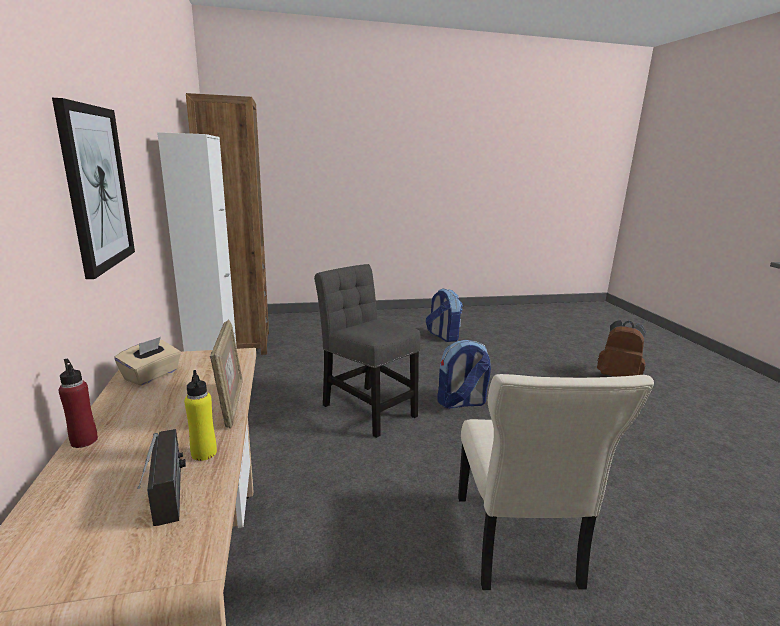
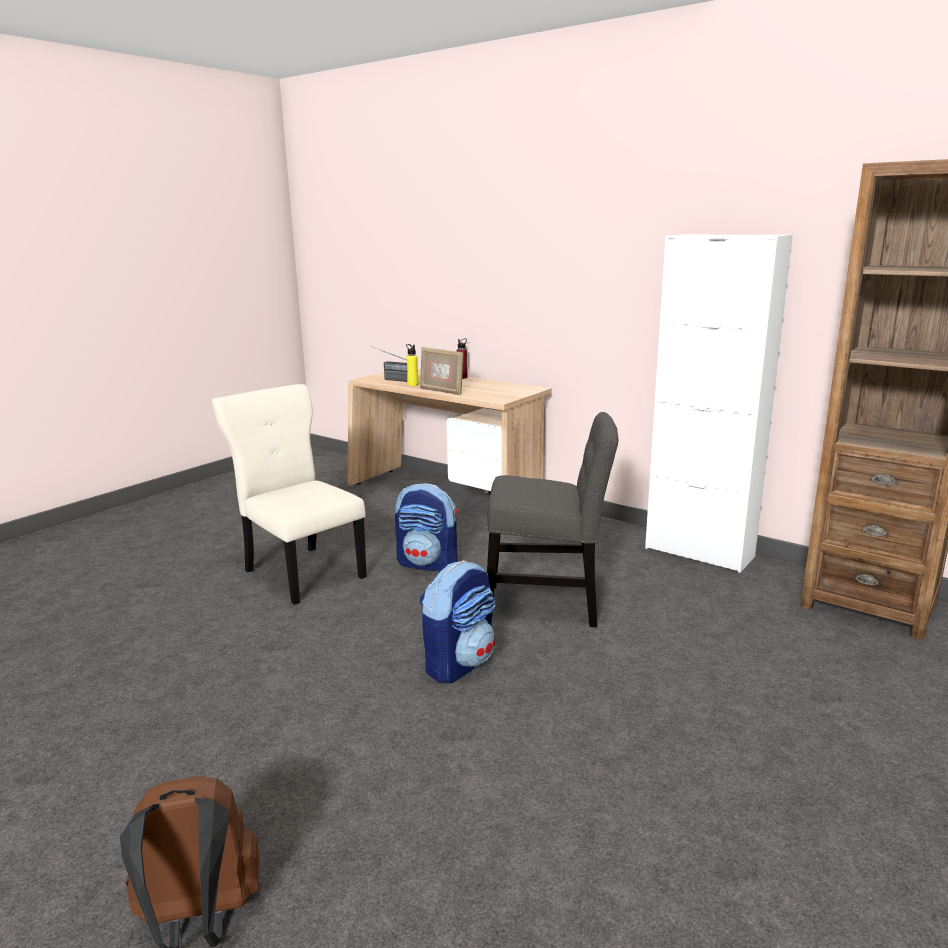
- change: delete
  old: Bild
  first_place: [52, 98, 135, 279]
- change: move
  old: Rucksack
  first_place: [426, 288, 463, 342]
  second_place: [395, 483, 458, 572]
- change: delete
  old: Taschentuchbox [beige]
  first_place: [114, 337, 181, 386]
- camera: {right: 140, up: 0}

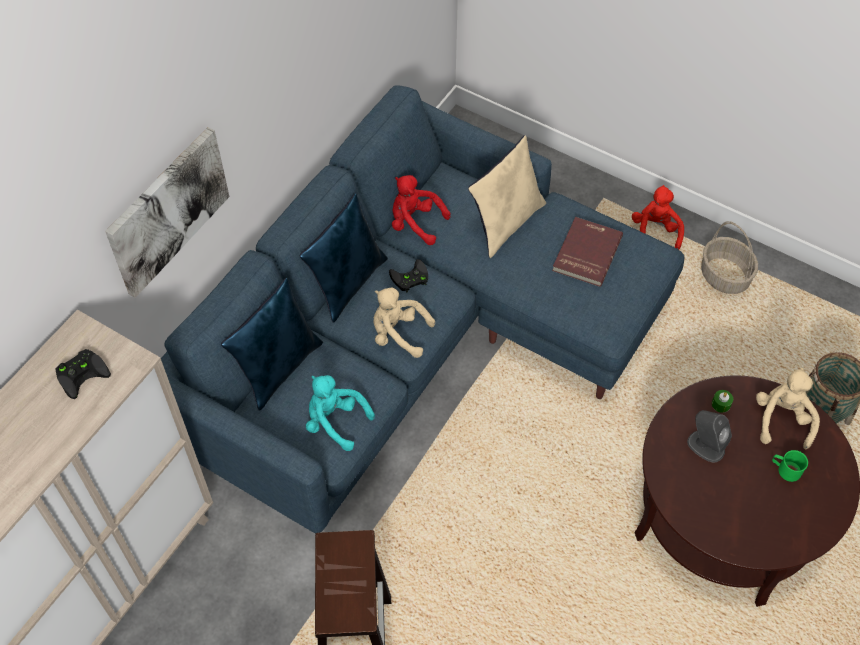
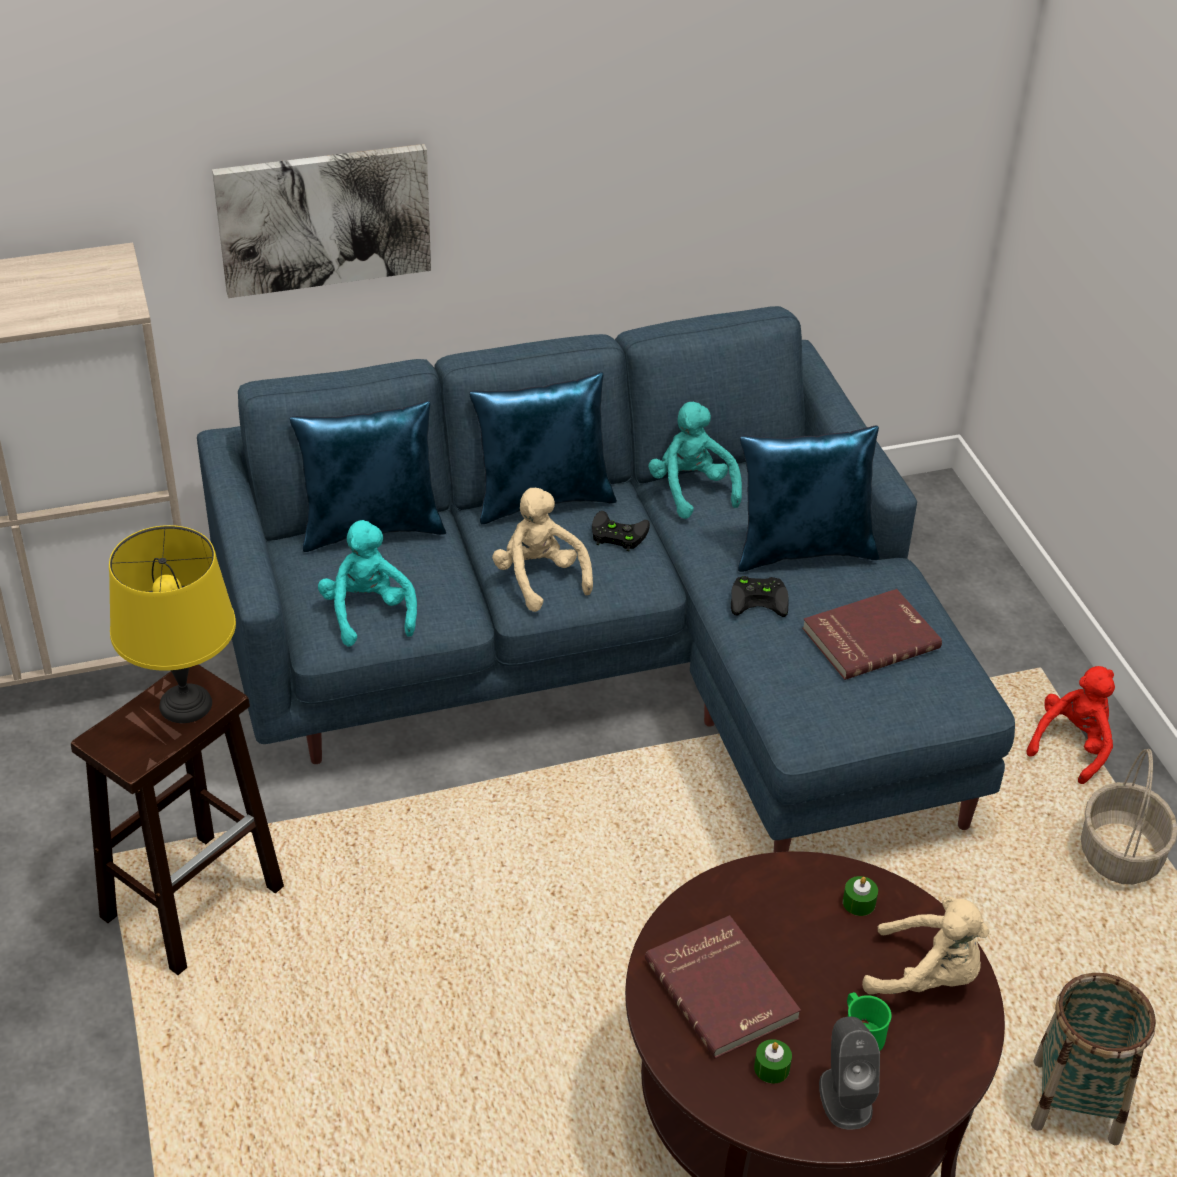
- change: recolor
  old: Kissen [beige]
  new: Kissen [blau]
  first_place: [468, 135, 546, 258]
  second_place: [738, 425, 880, 572]
- change: recolor
  old: Plüschtier [rot]
  new: Plüschtier [türkis]
  first_place: [392, 175, 451, 245]
  second_place: [648, 402, 742, 519]
- change: move
  old: Gamepad [schwarz]
  first_place: [56, 349, 111, 399]
  second_place: [731, 576, 789, 617]
- change: rotate
  old: Plüschtier [beige]
  first_place: [756, 367, 820, 449]
  second_place: [862, 897, 989, 994]
  degrees: 60
- change: move
  old: Lautsprecher [grau]
  first_place: [687, 410, 732, 462]
  second_place: [819, 1017, 880, 1130]
- change: insert
  new: Tischlampe [gelb]
  second_place: [109, 525, 236, 723]
- change: insert
  new: Buch [rot]
  second_place: [645, 915, 801, 1059]
- change: insert
  new: Kerze [grün]
  second_place: [754, 1039, 792, 1084]
- camera: {right: 40, up: -15}

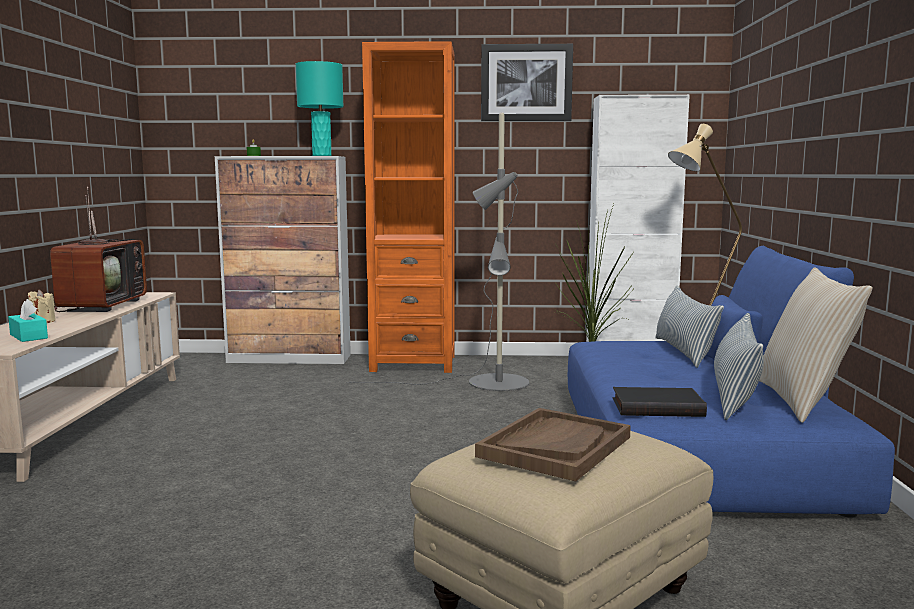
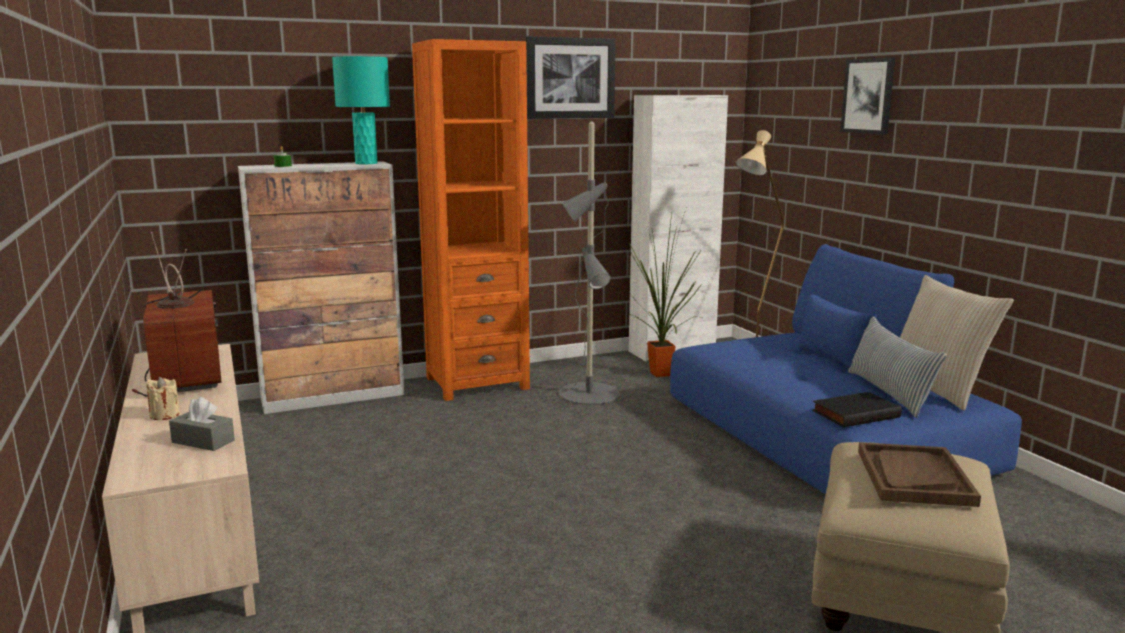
- change: delete
  old: Kissen
  first_place: [655, 286, 724, 368]
- change: recolor
  old: Taschentuchbox [türkis]
  new: Taschentuchbox [grau]
  first_place: [8, 299, 48, 342]
  second_place: [169, 397, 235, 451]
- change: insert
  new: Bild
  second_place: [840, 57, 895, 135]
- camera: {right: -25, up: 5}

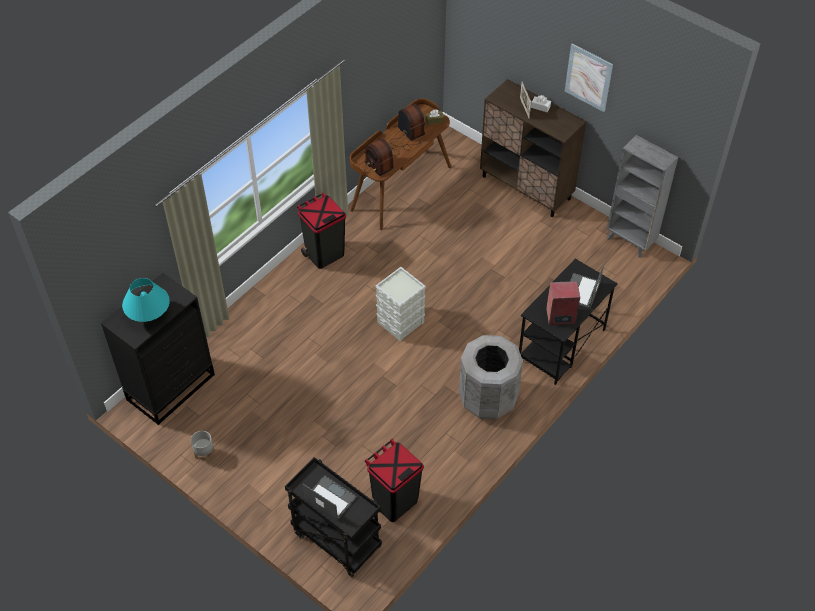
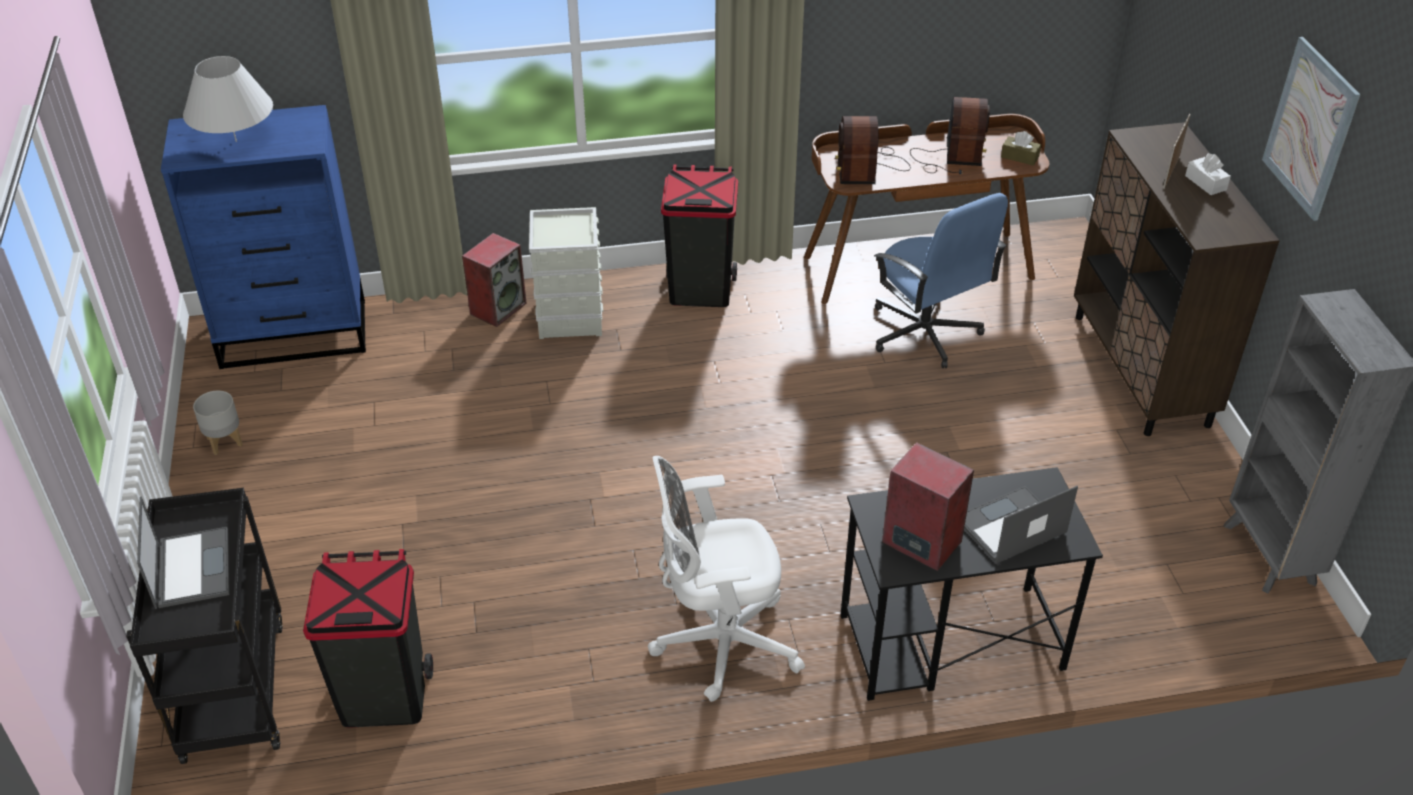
- change: move
  old: Aufbewahrungsbox [grau]
  first_place: [376, 267, 426, 342]
  second_place: [529, 207, 603, 339]
- change: recolor
  old: Kommode [schwarz]
  new: Kommode [blau]
  first_place: [101, 273, 215, 425]
  second_place: [161, 105, 366, 369]
- change: recolor
  old: Tischlampe [türkis]
  new: Tischlampe [weiß]
  first_place: [122, 278, 170, 322]
  second_place: [183, 56, 273, 142]
- change: replace
  old: Mülleimer [grau]
  new: Bürostuhl [weiß]
  first_place: [459, 335, 523, 420]
  second_place: [648, 456, 805, 702]
- change: insert
  new: Bürostuhl [blau]
  second_place: [874, 193, 1008, 368]
- change: insert
  new: Lautsprecher
  second_place: [462, 233, 526, 327]
- camera: {right: 40, up: -10}

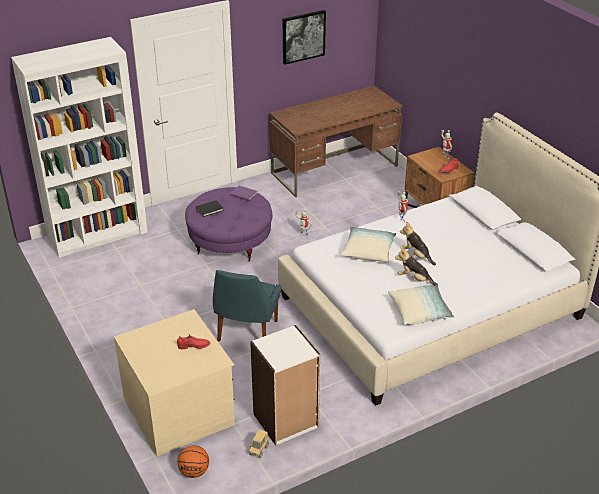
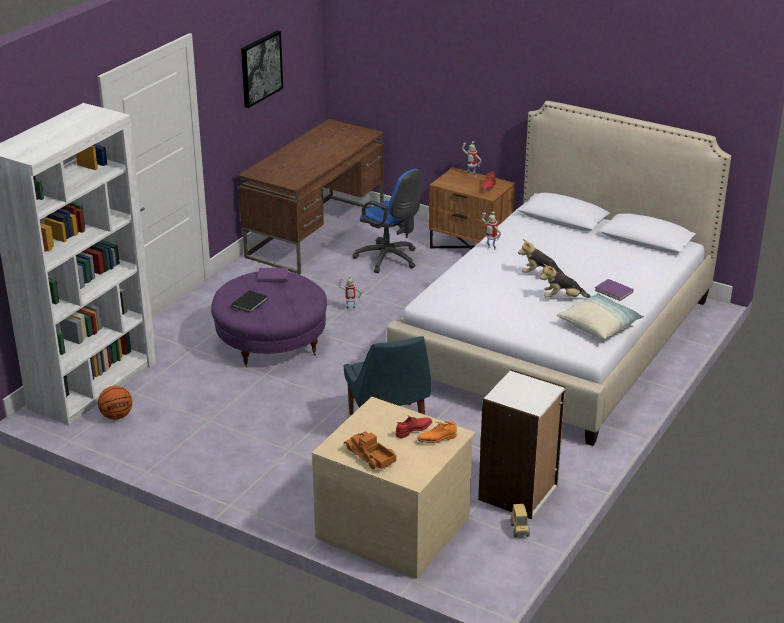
- change: delete
  old: Kissen
  first_place: [340, 227, 396, 262]
- change: move
  old: Basketball
  first_place: [177, 445, 209, 478]
  second_place: [98, 386, 132, 420]
- change: insert
  new: Bürostuhl [blau]
  second_place: [352, 169, 421, 273]
- change: insert
  new: Buch [lila]
  second_place: [594, 279, 634, 301]
- change: insert
  new: Schuh [orange]
  second_place: [417, 421, 457, 443]
- change: insert
  new: Spielzeuglaster
  second_place: [344, 431, 396, 469]
- camera: {right: -30, up: -5}

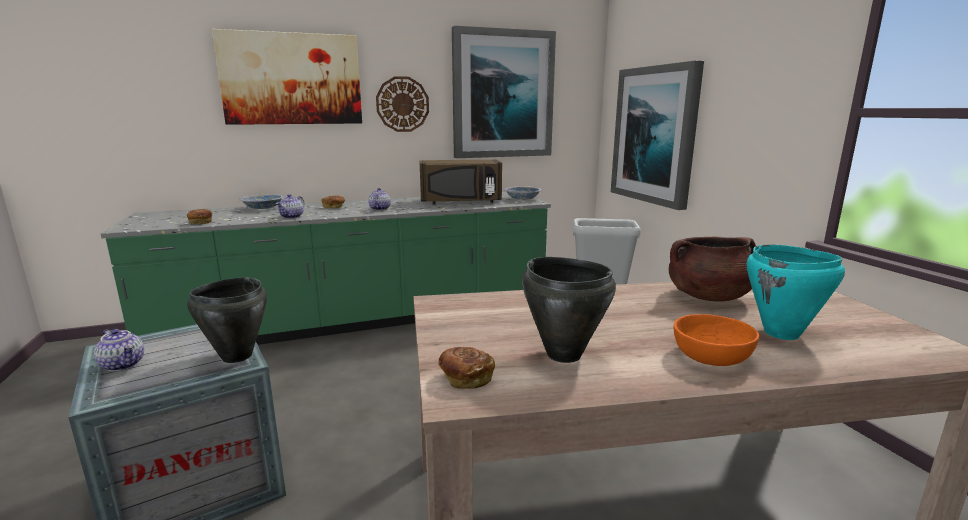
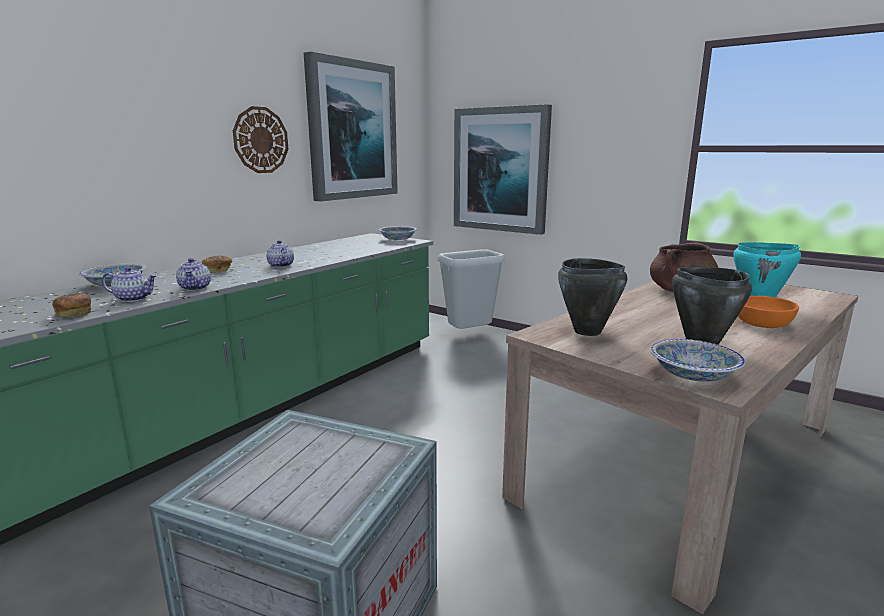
- change: delete
  old: Bild
  first_place: [212, 29, 362, 125]
- change: delete
  old: Mikrowelle [braun]
  first_place: [420, 159, 502, 204]
- change: move
  old: Kochtopf [schwarz]
  first_place: [187, 277, 267, 363]
  second_place: [558, 258, 627, 336]
- change: move
  old: Teekanne
  first_place: [94, 329, 144, 371]
  second_place: [102, 267, 157, 302]
- change: replace
  old: Brot
  new: Schüssel
  first_place: [438, 347, 495, 389]
  second_place: [650, 339, 746, 382]
- camera: {right: -35, up: 0}

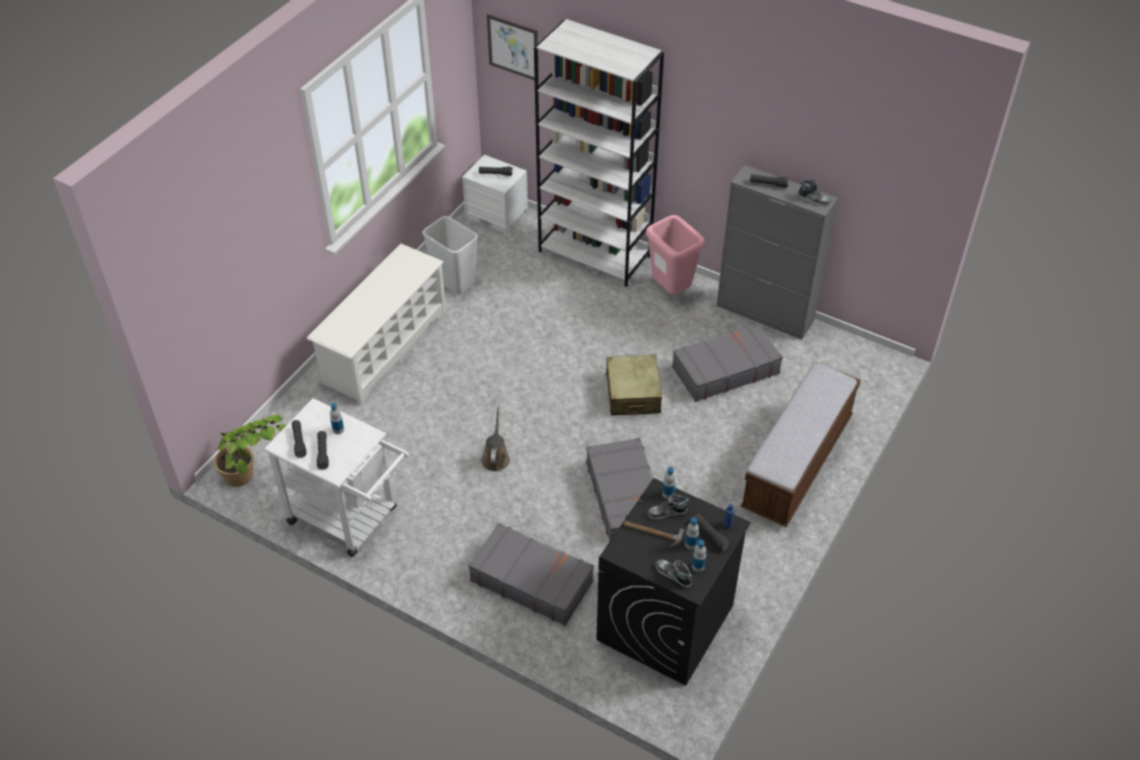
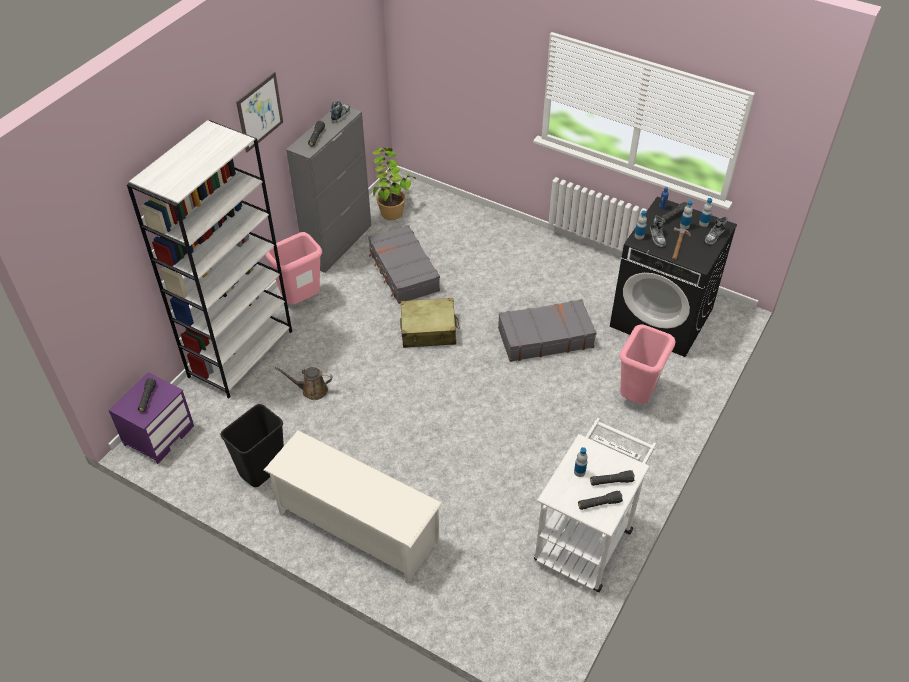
- change: move
  old: Bild
  first_place: [487, 14, 539, 81]
  second_place: [236, 72, 283, 152]
- change: recolor
  old: Nachttisch [weiß]
  new: Nachttisch [lila]
  first_place: [462, 155, 528, 234]
  second_place: [109, 372, 194, 464]
- change: recolor
  old: Mülleimer [weiß]
  new: Mülleimer [schwarz]
  first_place: [423, 216, 478, 294]
  second_place: [220, 404, 284, 487]
- change: delete
  old: Bank
  first_place: [741, 362, 861, 527]
- change: move
  old: Gießkanne [braun]
  first_place: [482, 406, 510, 472]
  second_place: [275, 367, 333, 400]
- change: move
  old: Topfpflanze
  first_place: [214, 414, 286, 487]
  second_place: [372, 147, 416, 220]
- change: replace
  old: Koffer [grau]
  new: Mülleimer [rosa]
  first_place: [468, 523, 594, 626]
  second_place: [619, 324, 675, 404]
- camera: {right: -90, up: 0}

